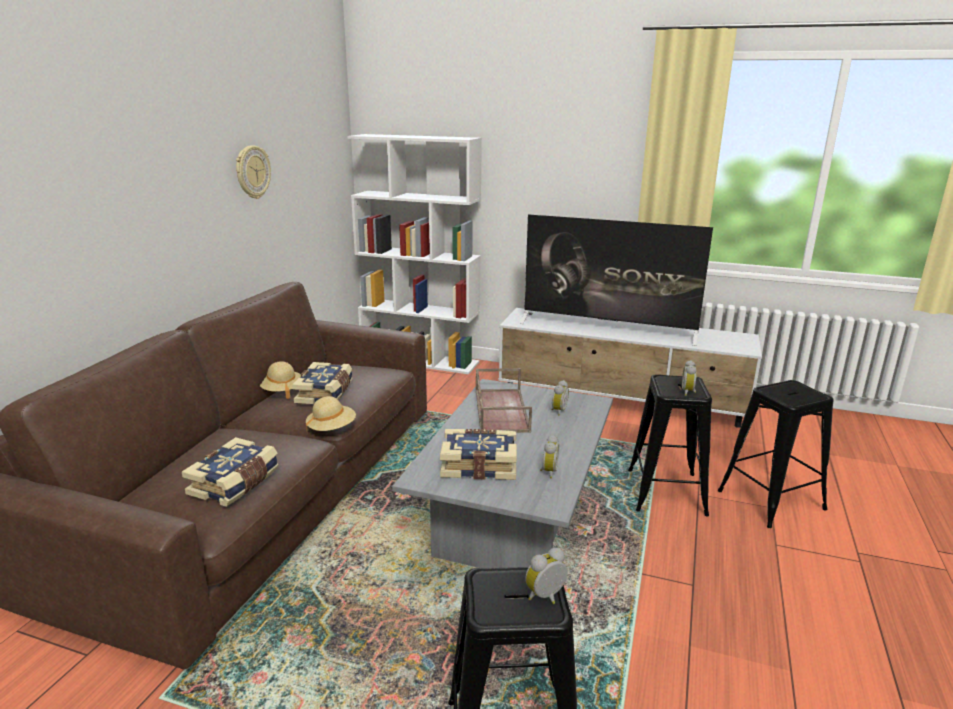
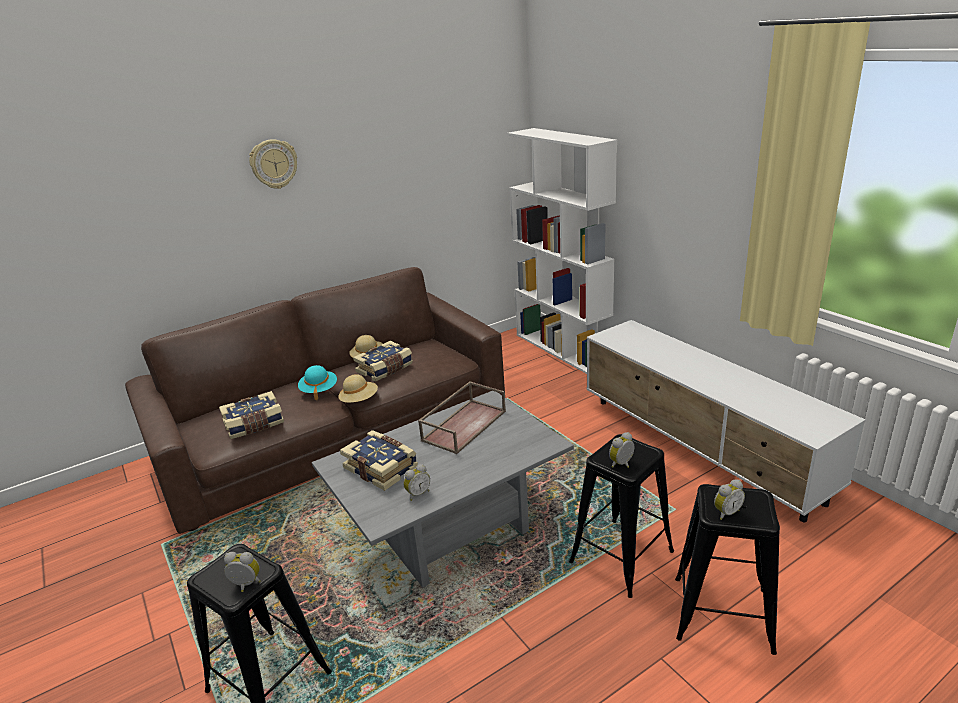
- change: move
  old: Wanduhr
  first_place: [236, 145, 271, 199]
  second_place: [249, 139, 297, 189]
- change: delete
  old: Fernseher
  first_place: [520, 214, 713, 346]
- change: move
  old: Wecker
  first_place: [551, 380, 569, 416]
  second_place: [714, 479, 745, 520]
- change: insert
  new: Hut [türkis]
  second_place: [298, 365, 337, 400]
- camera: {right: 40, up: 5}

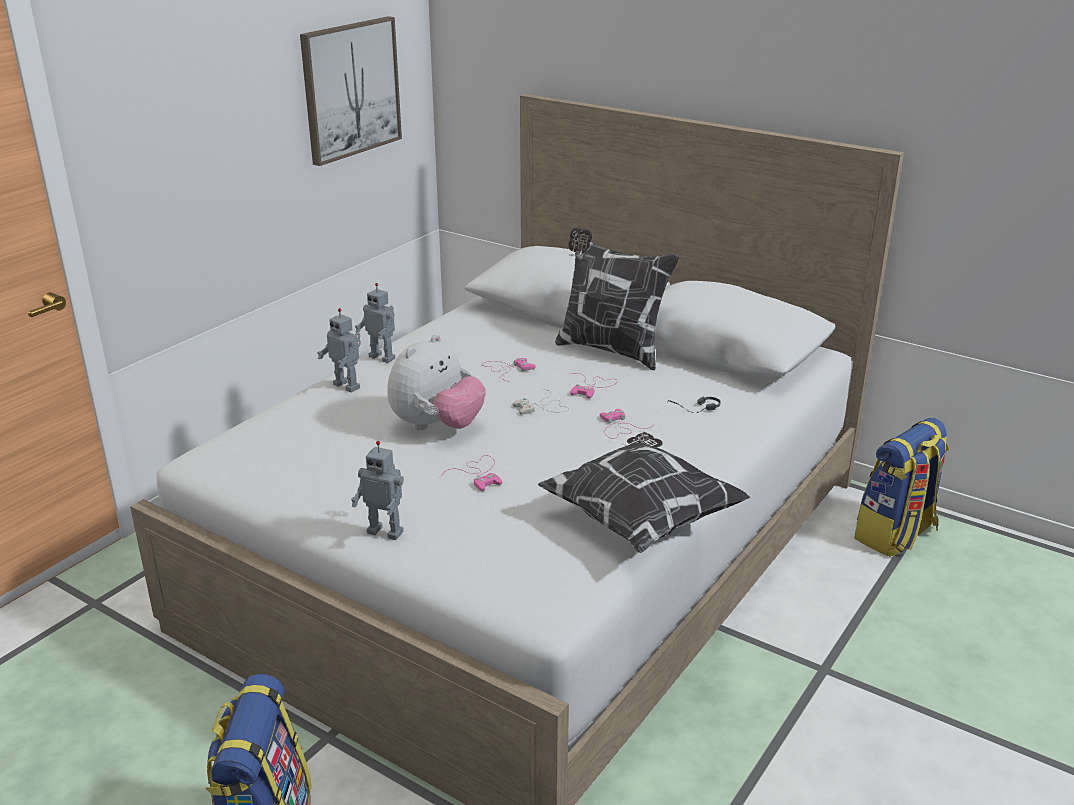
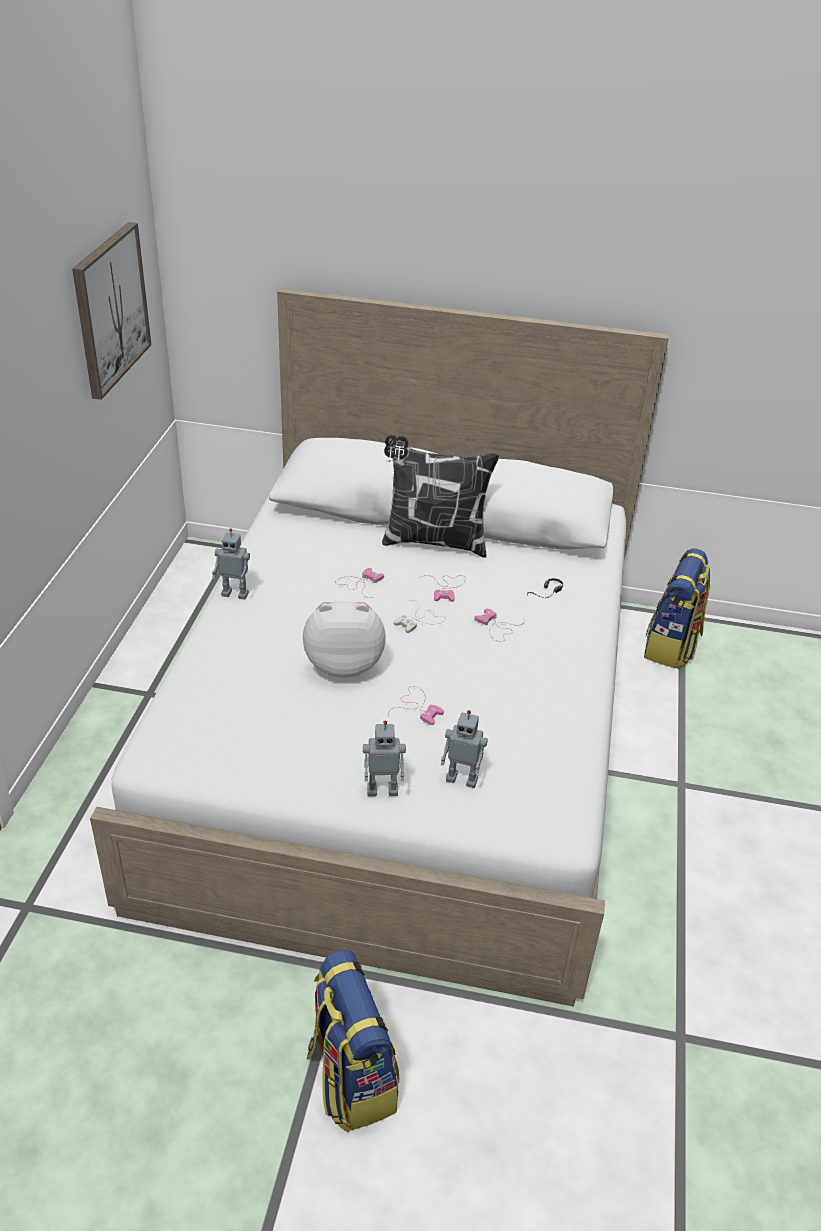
- change: move
  old: Spielzeugroboter
  first_place: [317, 308, 361, 392]
  second_place: [441, 710, 488, 788]
- change: rotate
  old: Plüschtier
  first_place: [387, 334, 486, 431]
  second_place: [303, 601, 386, 678]
  degrees: -105
- change: delete
  old: Kissen
  first_place: [538, 432, 750, 553]
- camera: {right: -25, up: 10}

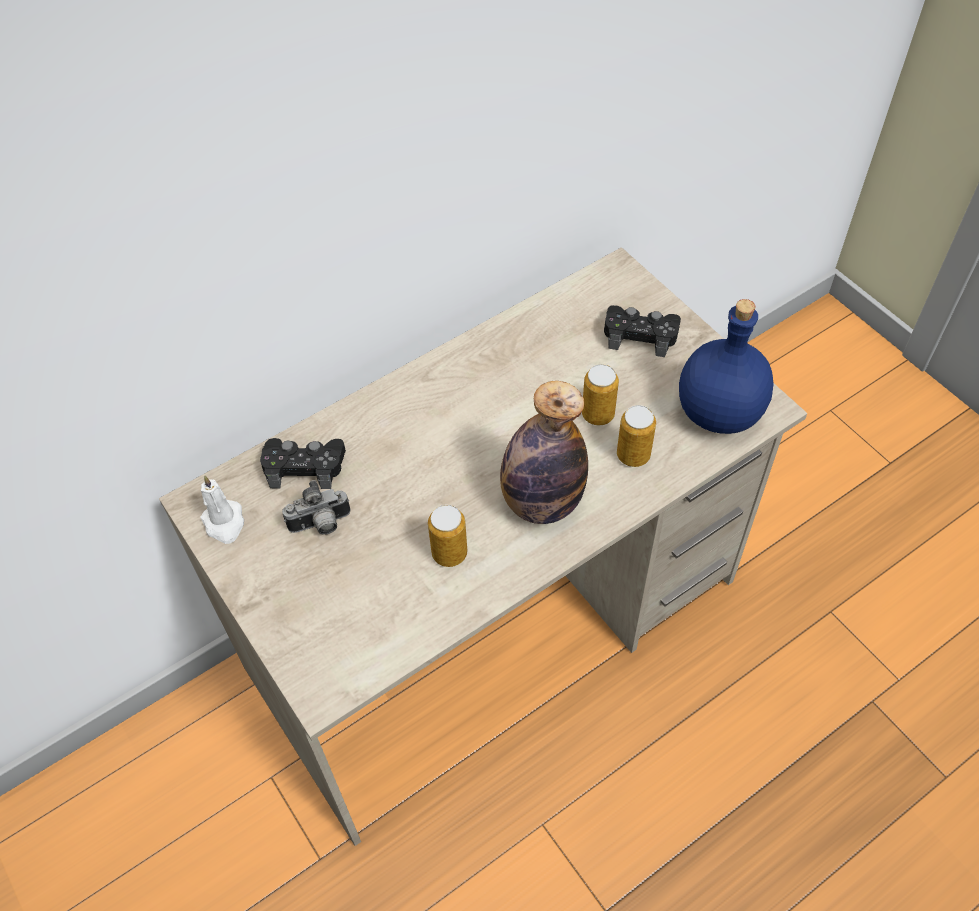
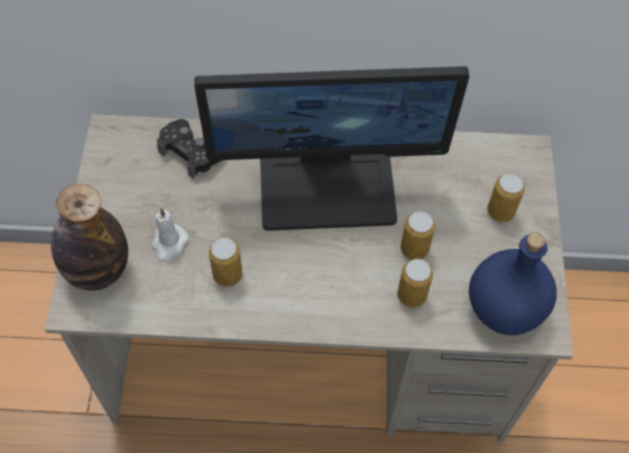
- change: replace
  old: Gamepad [schwarz]
  new: Dose
  first_place: [604, 305, 681, 357]
  second_place: [487, 173, 525, 222]
- change: move
  old: Flasche
  first_place: [500, 381, 588, 524]
  second_place: [51, 183, 128, 291]
- change: move
  old: Kerze [weiß]
  first_place: [200, 475, 244, 544]
  second_place: [152, 208, 189, 262]
- change: delete
  old: Kamera
  first_place: [282, 480, 350, 535]
- change: insert
  new: Monitor
  second_place: [195, 66, 469, 231]
- camera: {right: 35, up: 5}

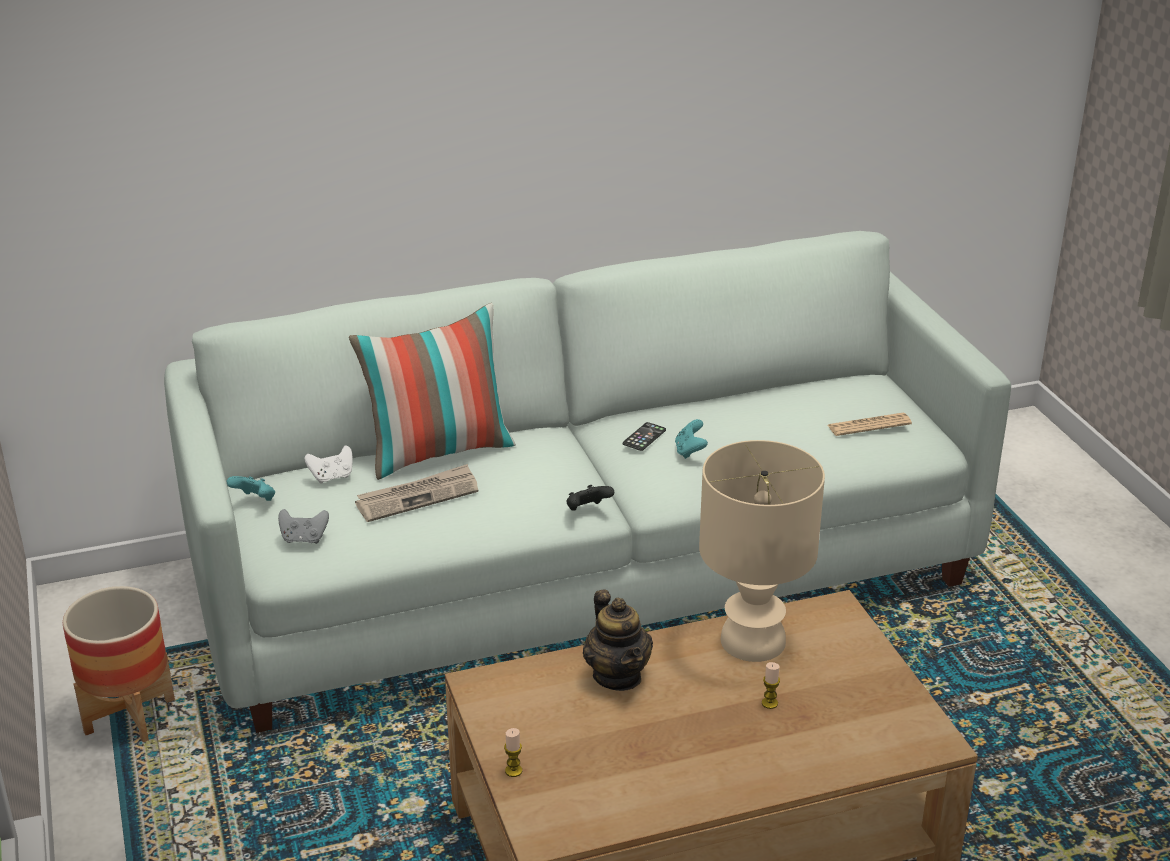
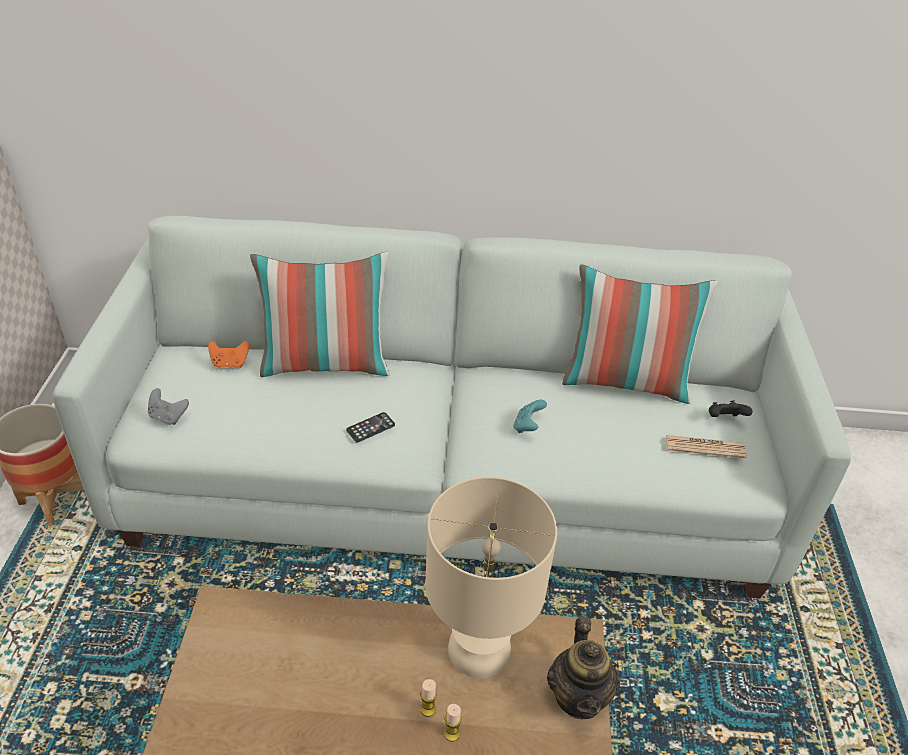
- change: move
  old: Handy
  first_place: [623, 422, 666, 451]
  second_place: [346, 412, 395, 442]
- change: recolor
  old: Gamepad [weiß]
  new: Gamepad [orange]
  first_place: [305, 445, 353, 483]
  second_place: [208, 341, 249, 368]
- change: delete
  old: Zeitung
  first_place: [355, 464, 478, 522]
- change: delete
  old: Gamepad [türkis]
  first_place: [226, 476, 275, 501]
- change: move
  old: Gamepad [schwarz]
  first_place: [567, 485, 614, 510]
  second_place: [709, 401, 753, 417]
- change: move
  old: Teekanne
  first_place: [583, 589, 653, 691]
  second_place: [547, 616, 620, 719]
- change: move
  old: Kerze
  first_place: [504, 728, 522, 777]
  second_place: [420, 679, 437, 717]
- change: insert
  new: Kissen
  second_place: [562, 264, 718, 404]
- camera: {right: 20, up: 10}

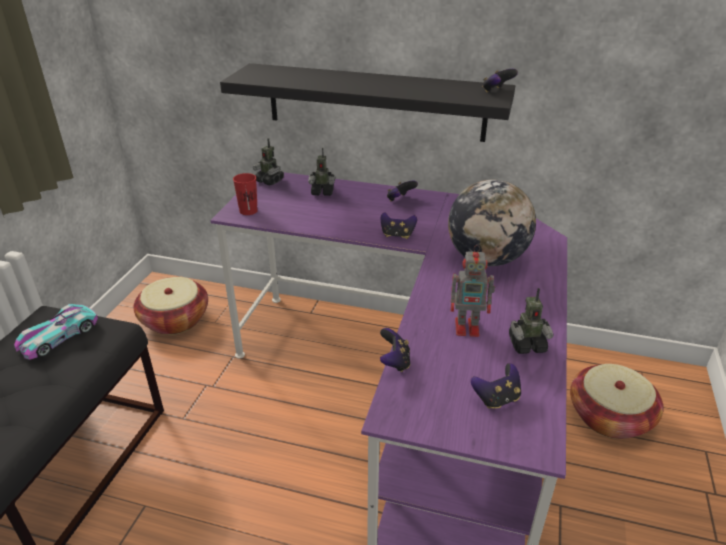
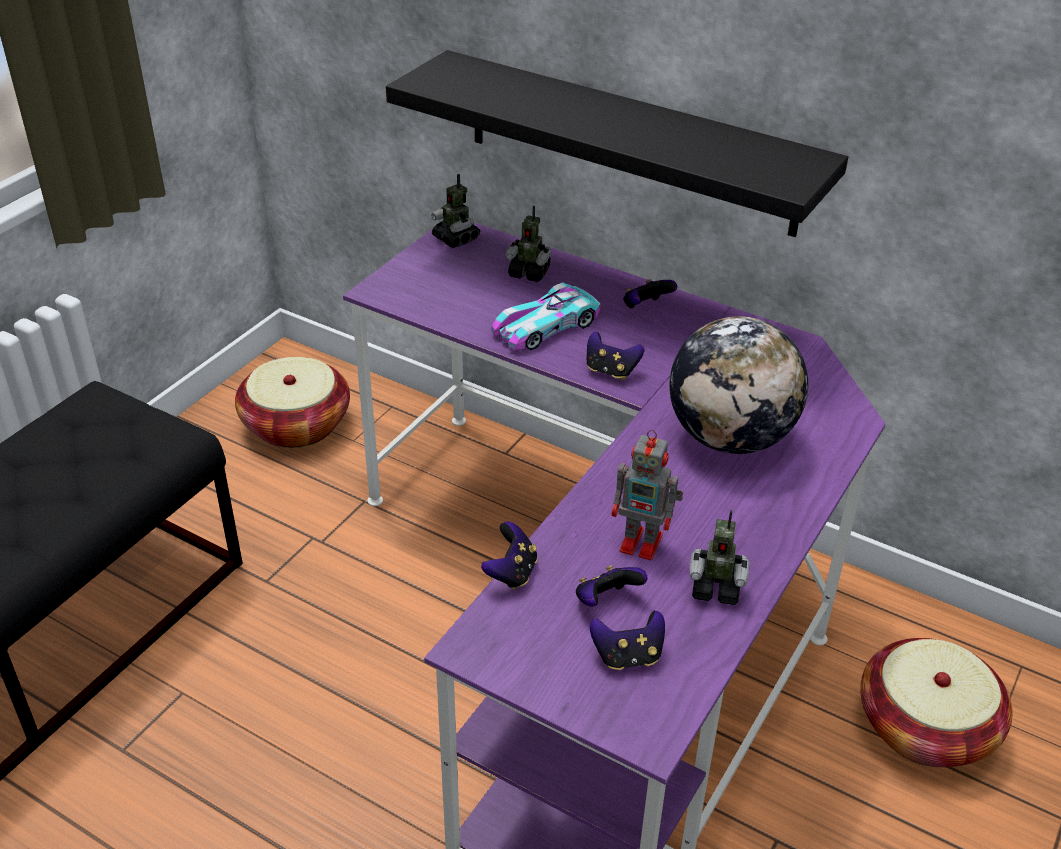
- change: move
  old: Gamepad
  first_place: [482, 69, 518, 93]
  second_place: [576, 565, 648, 607]
- change: delete
  old: Tasse [rot]
  first_place: [233, 173, 258, 215]
- change: move
  old: Spielzeugauto
  first_place: [14, 304, 98, 360]
  second_place: [492, 282, 601, 351]
- camera: {right: 15, up: 5}

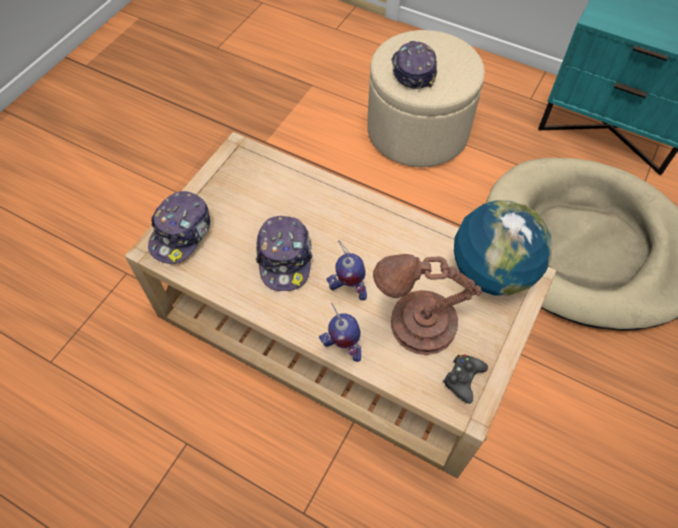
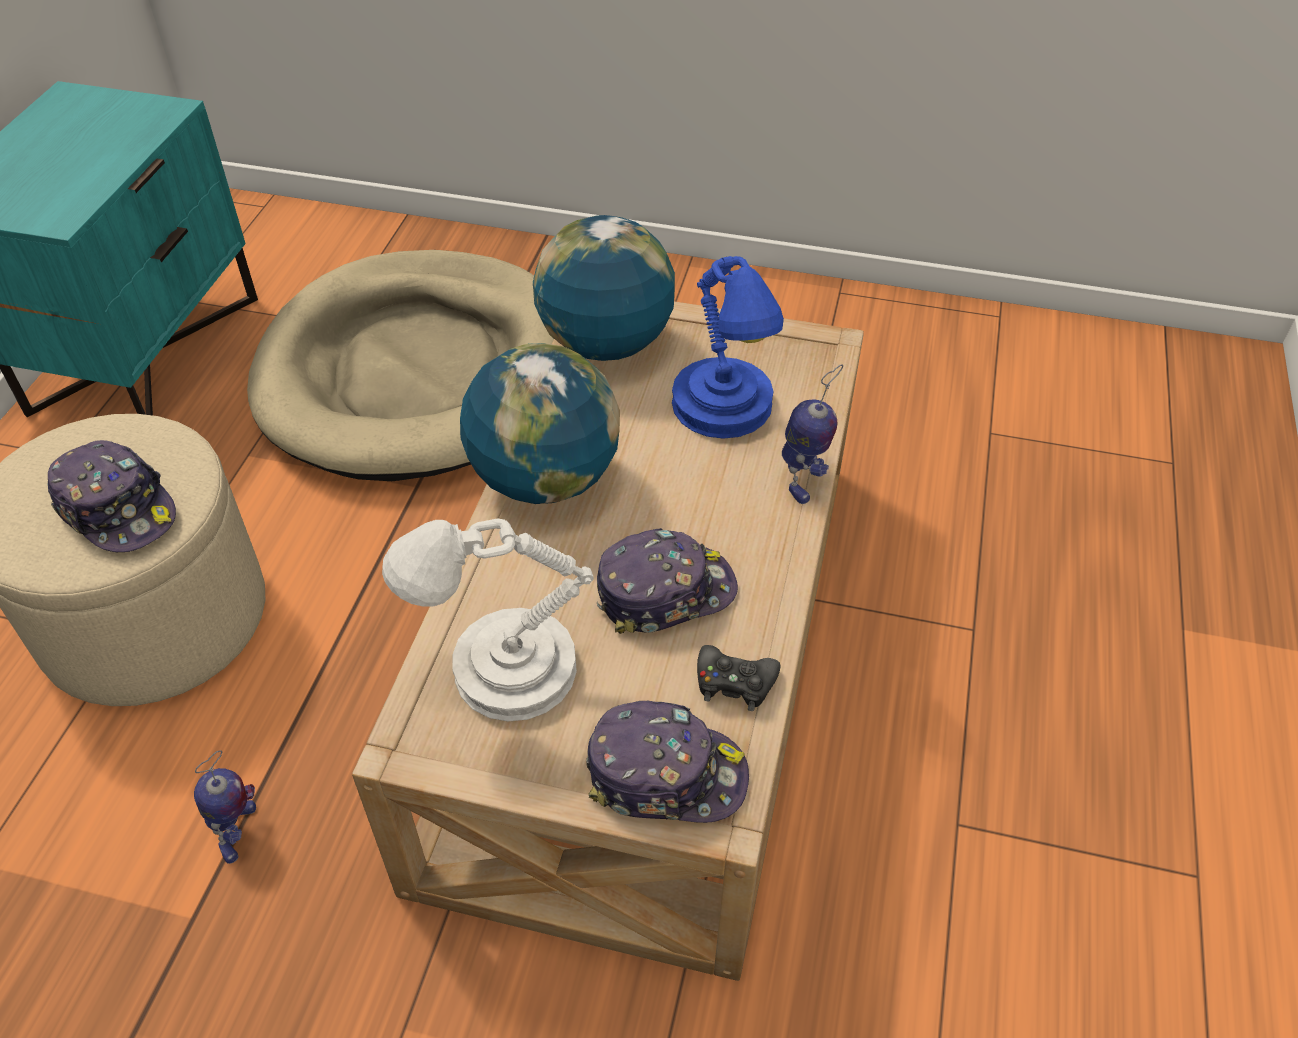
- change: rotate
  old: Kappe
  first_place: [391, 41, 437, 89]
  second_place: [47, 440, 176, 552]
  degrees: -120
- change: move
  old: Spielzeugroboter
  first_place: [326, 240, 367, 300]
  second_place: [194, 750, 256, 864]
- change: recolor
  old: Tischlampe [braun]
  new: Tischlampe [blau]
  first_place: [373, 254, 482, 355]
  second_place: [672, 256, 784, 439]
- change: move
  old: Gamepad [schwarz]
  first_place: [443, 354, 488, 404]
  second_place: [697, 645, 780, 711]
- change: insert
  new: Globus
  second_place: [460, 343, 620, 504]
- change: insert
  new: Tischlampe [weiß]
  second_place: [382, 518, 594, 721]
- camera: {right: -105, up: -10}

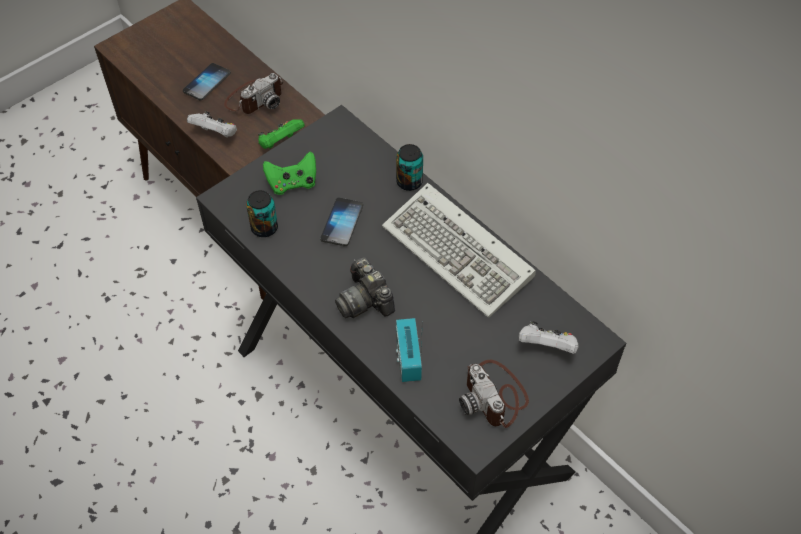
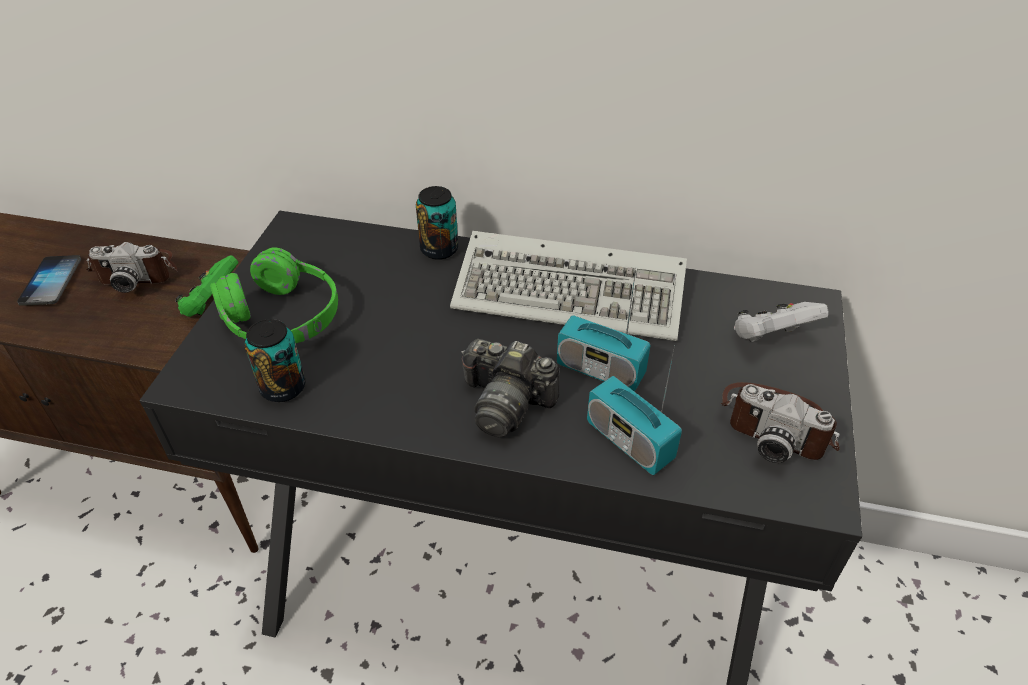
- change: rotate
  old: Kamera
  first_place: [224, 73, 283, 114]
  second_place: [86, 242, 178, 293]
  degrees: 75
- change: delete
  old: Gamepad [weiß]
  first_place: [187, 111, 237, 137]
- change: replace
  old: Gamepad [grün]
  new: Kopfhörer [grün]
  first_place: [263, 151, 316, 195]
  second_place: [210, 247, 338, 343]
- change: delete
  old: Handy
  first_place: [320, 198, 363, 246]
- change: insert
  new: Radio
  second_place: [557, 269, 651, 392]
- camera: {right: -35, up: -10}

